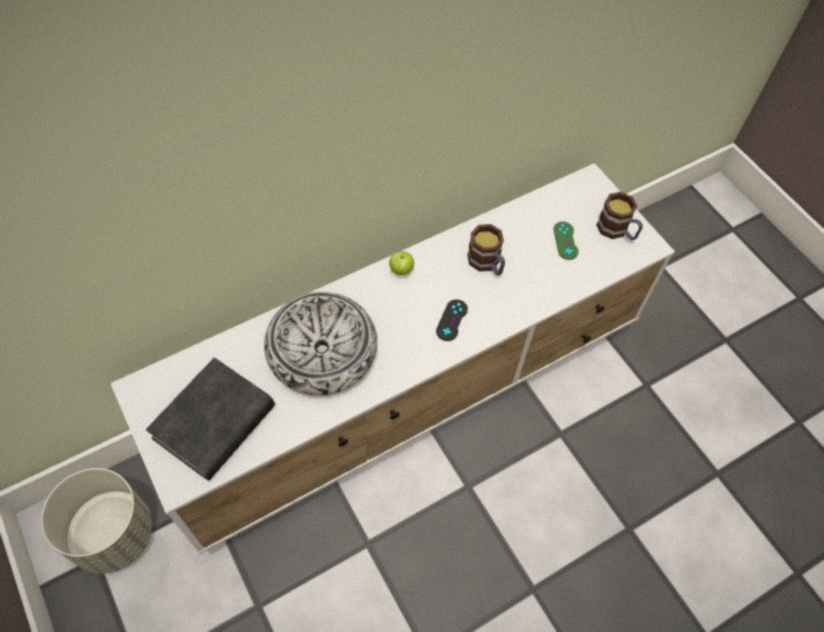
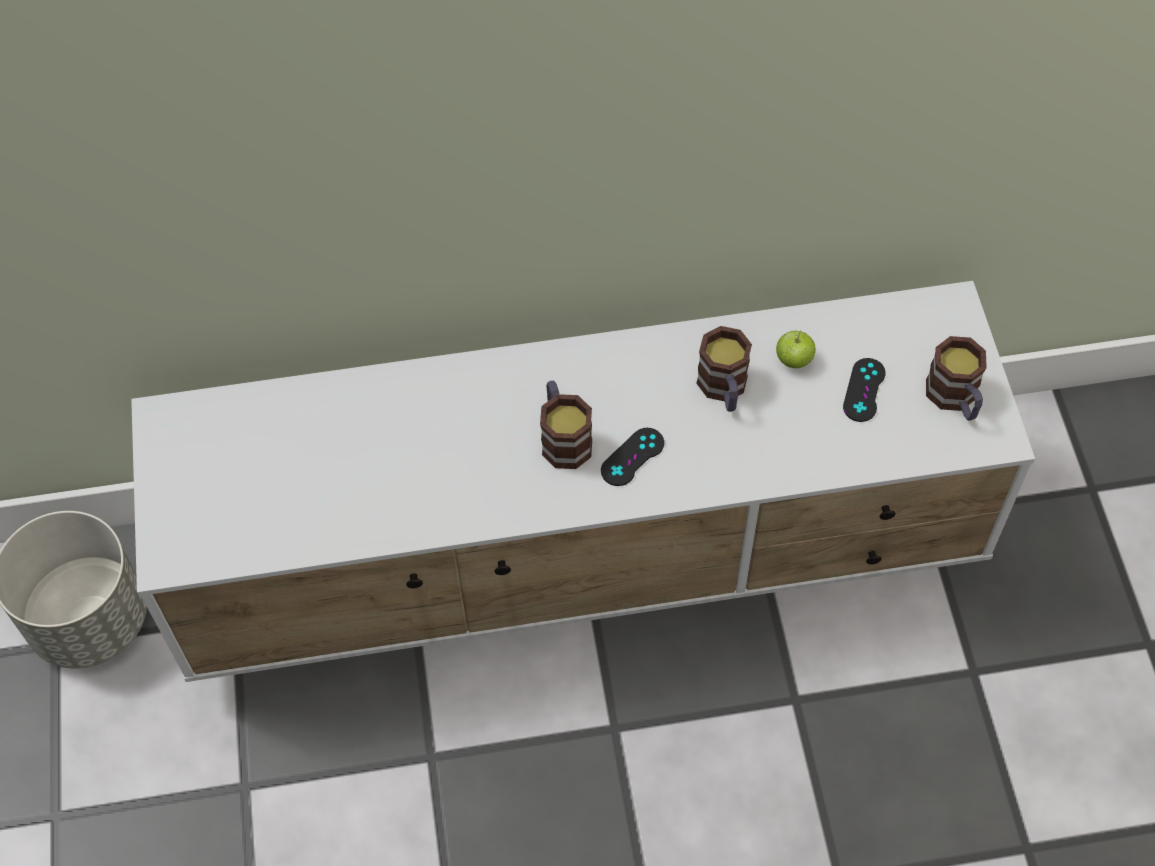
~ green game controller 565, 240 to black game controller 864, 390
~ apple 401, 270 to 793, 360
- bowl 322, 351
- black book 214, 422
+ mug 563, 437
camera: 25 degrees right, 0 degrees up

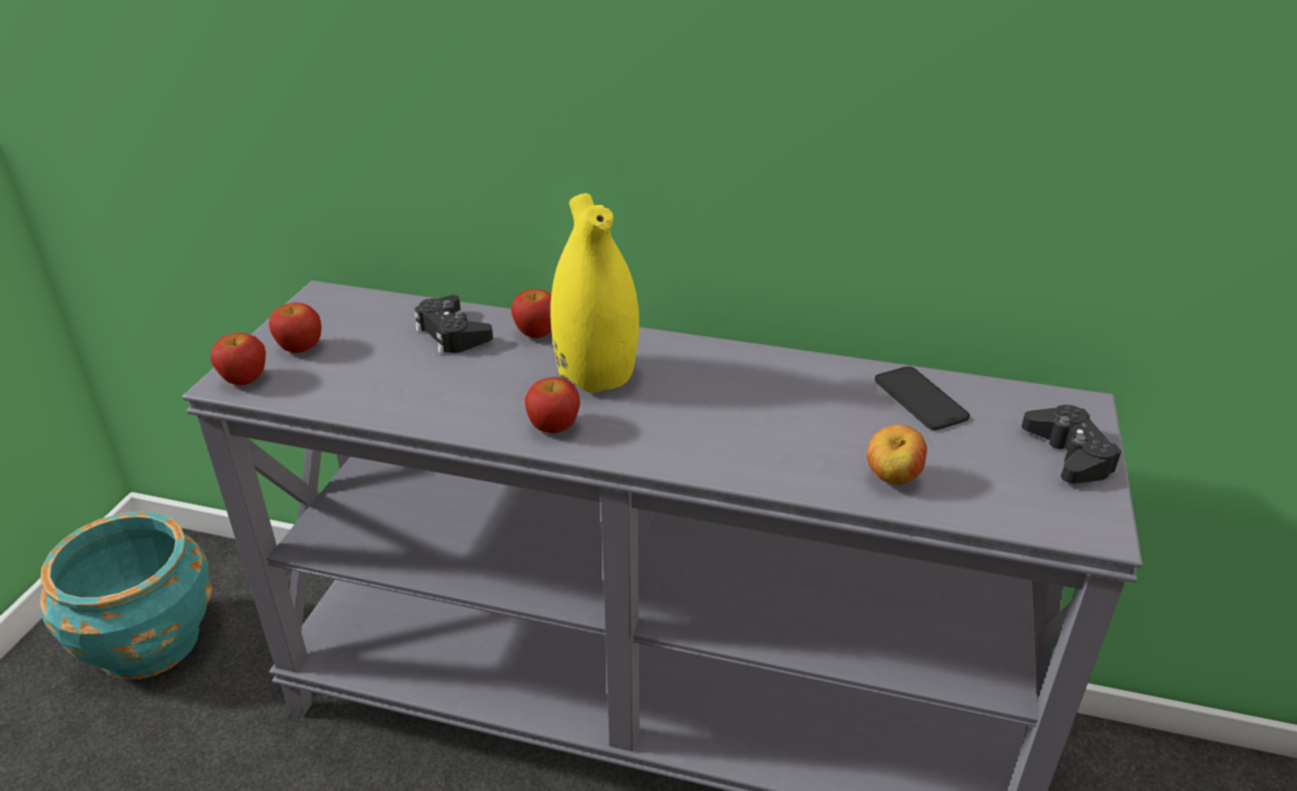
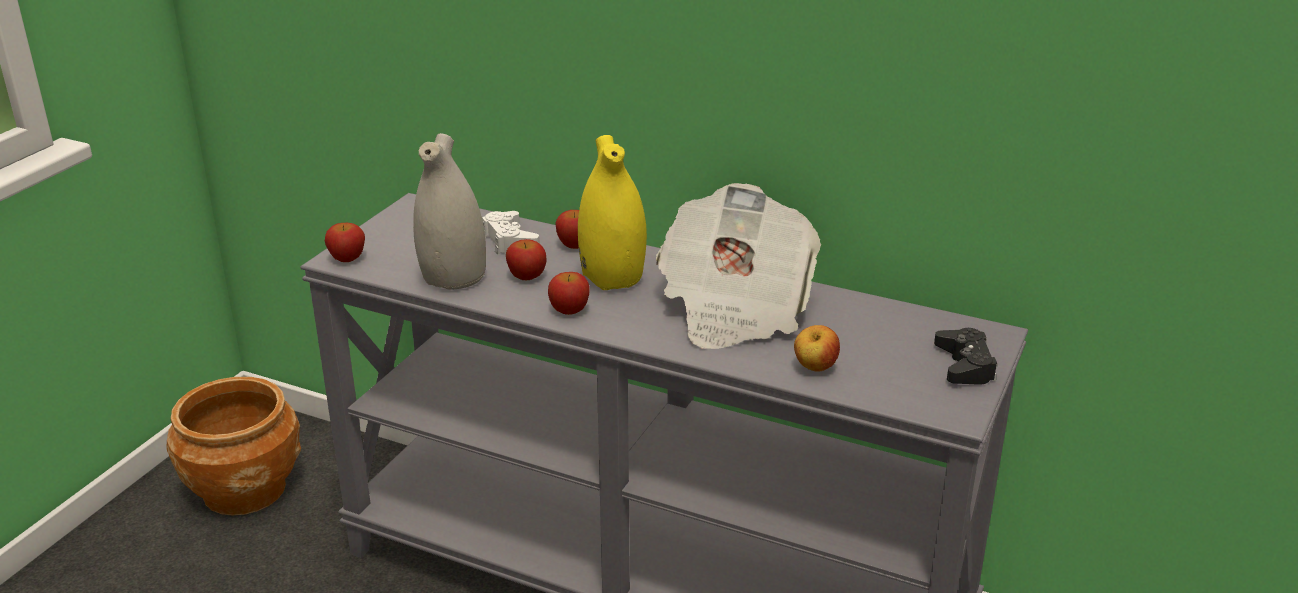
~ black game controller 452, 333 to white game controller 509, 240
~ apple 300, 348 to 527, 277
- phone 920, 399
~ turquoise planter 149, 641 to brown planter 245, 489
+ white vase 453, 278
+ newspaper 734, 307
camera: 10 degrees right, 5 degrees down

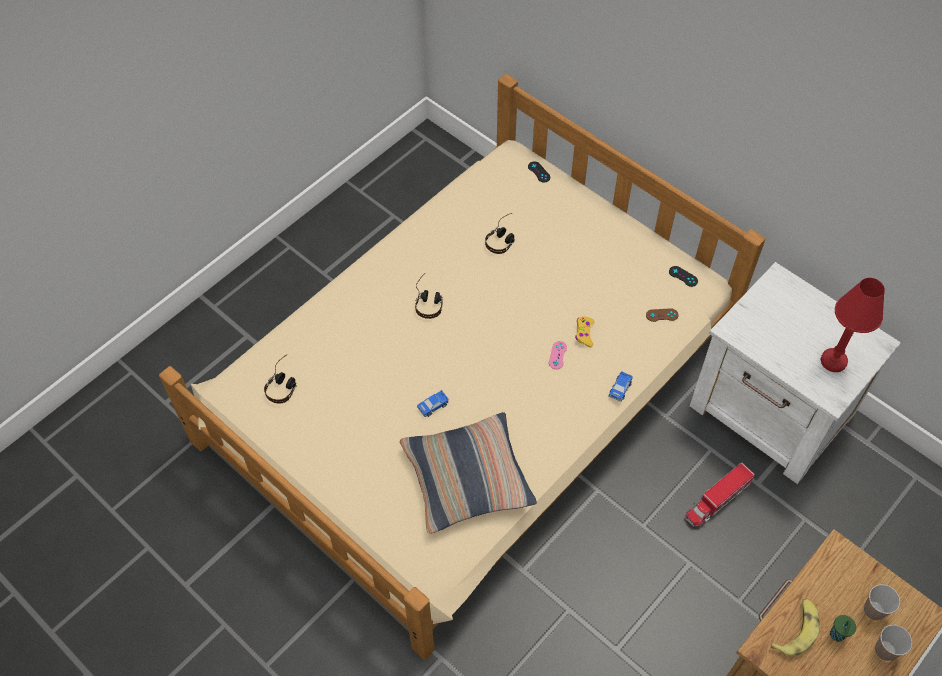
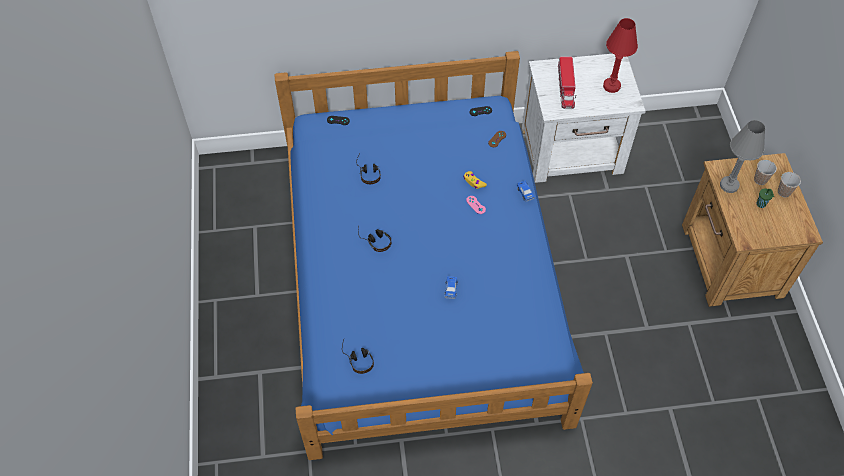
~ beige bed 469, 388 to blue bed 420, 277
- pillow 467, 478
~ toy truck 717, 500 to 565, 88
- banana 796, 630
+ grey table lamp 729, 185
camera: 50 degrees left, 0 degrees up

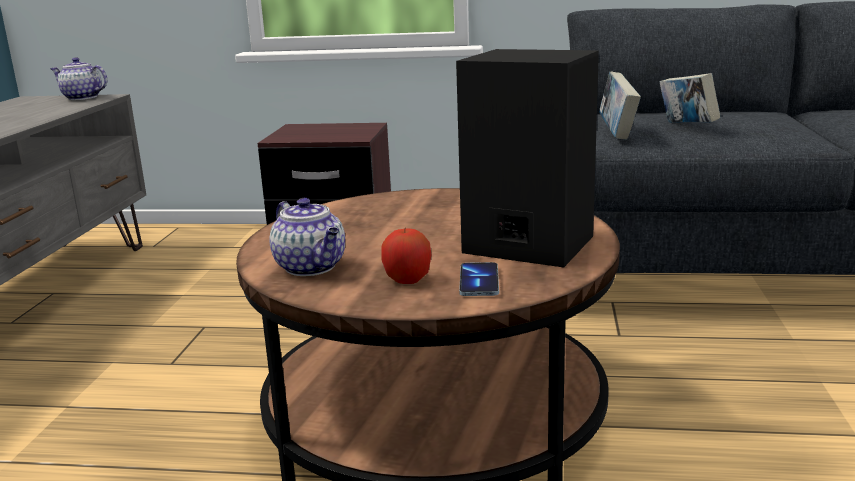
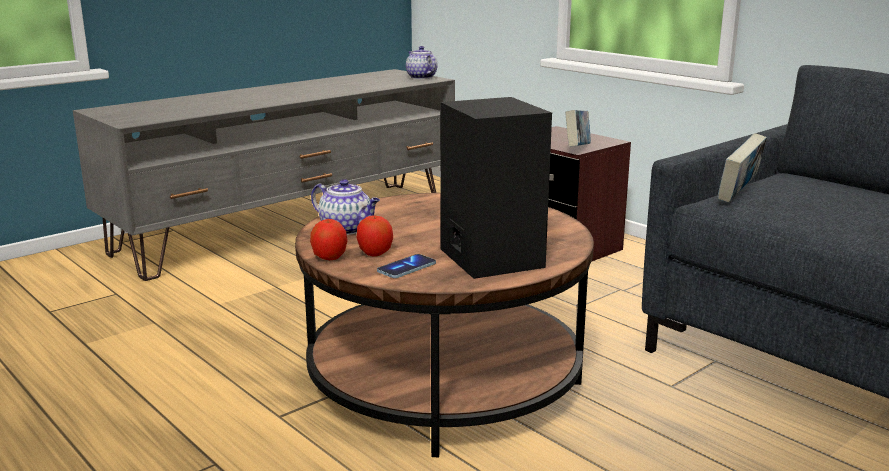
~ book 687, 127 to 577, 149
~ teapot 312, 267 = 347, 229 60 degrees counterclockwise
+ apple 329, 257
camera: 40 degrees right, 0 degrees up

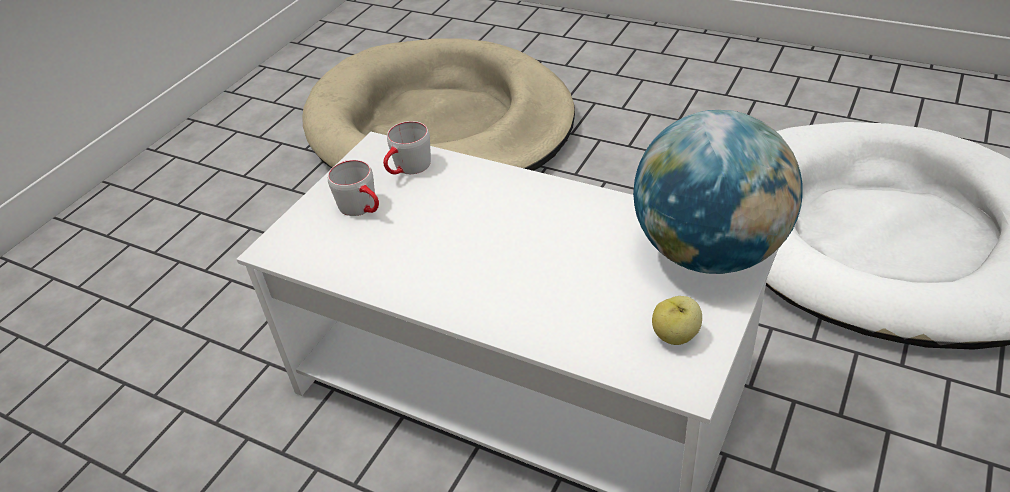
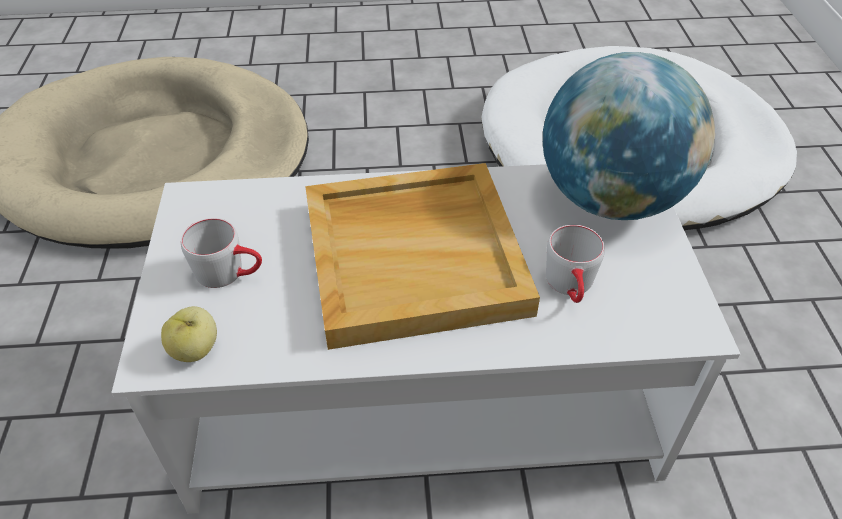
~ grey mug 408, 169 to 571, 287
~ apple 675, 336 to 195, 350
+ beige tray 415, 255
camera: 35 degrees left, 5 degrees up

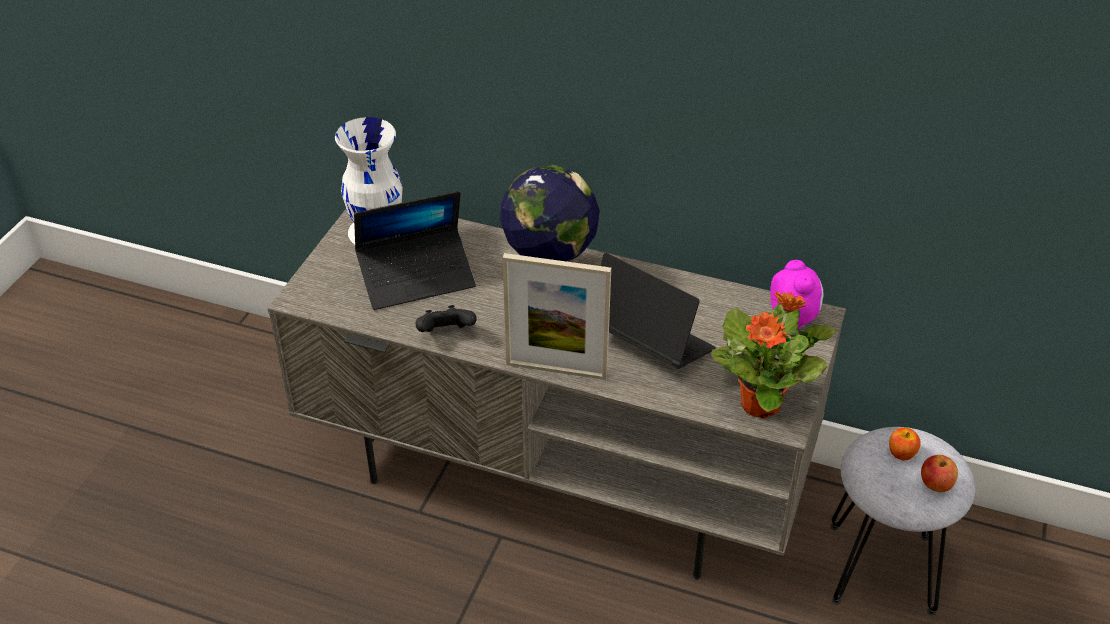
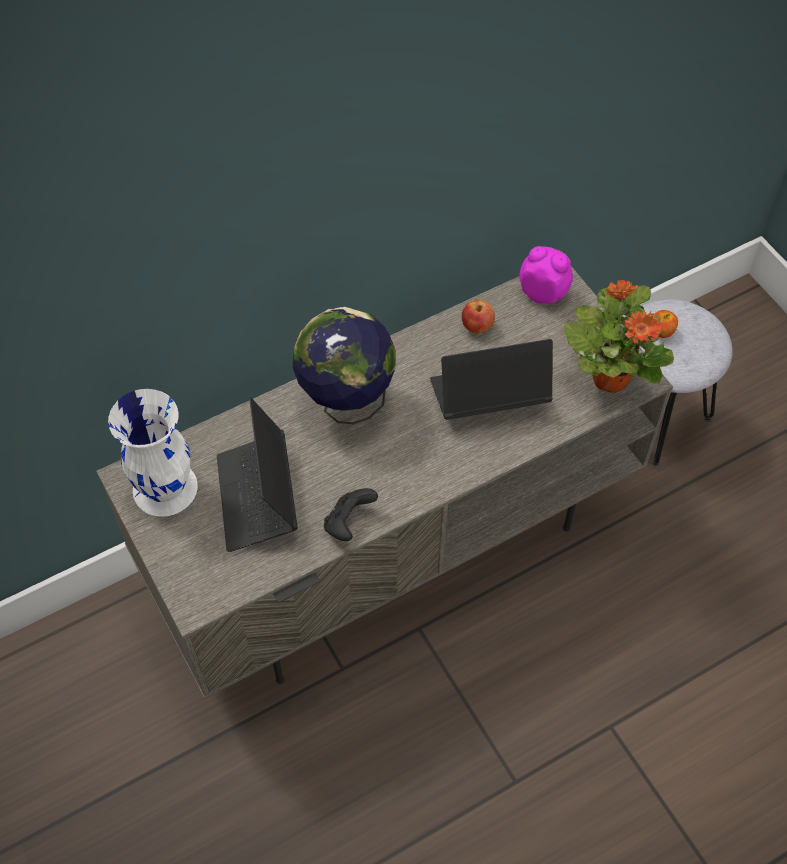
~ laptop 417, 277 = 257, 498 150 degrees clockwise
- picture frame 556, 370
~ apple 935, 485 to 477, 327
camera: 50 degrees left, 15 degrees up

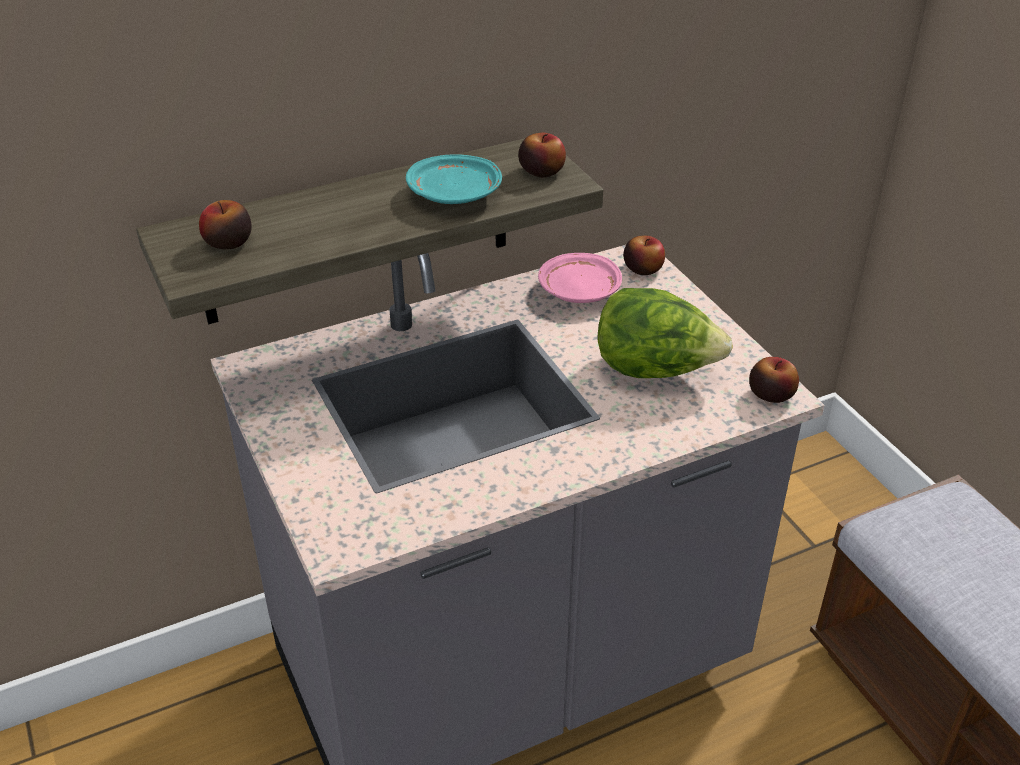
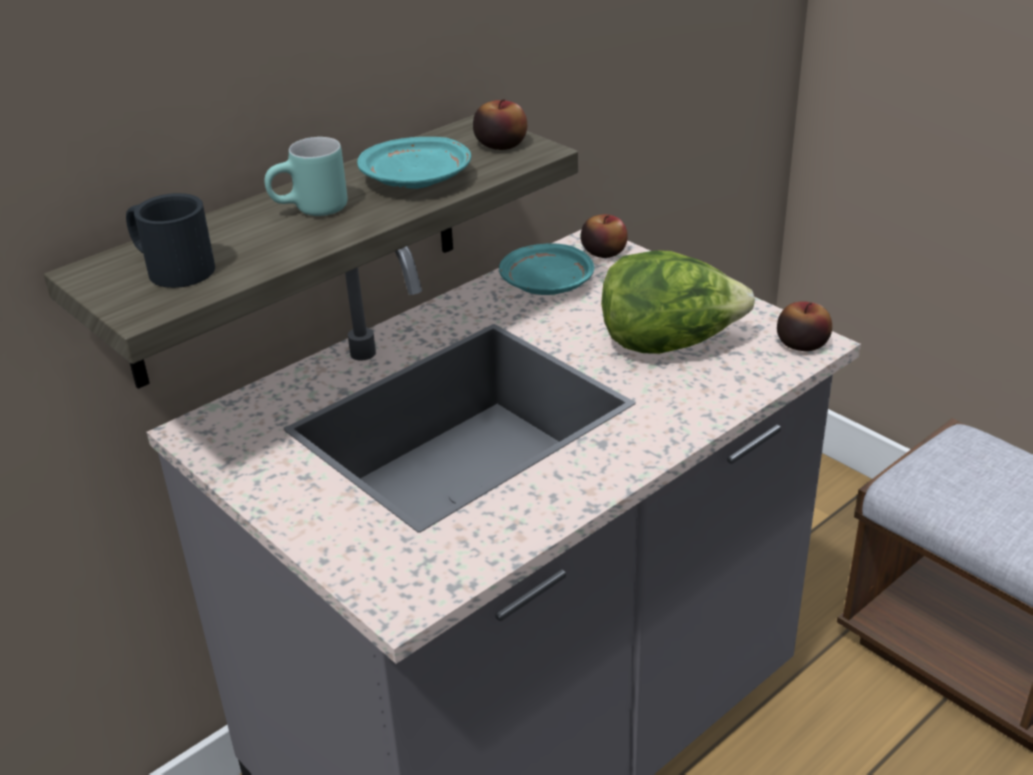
~ apple 228, 242 to black mug 171, 268
~ pink plate 579, 291 to turquoise plate 546, 285
+ turquoise mug 311, 211
camera: 15 degrees left, 5 degrees down

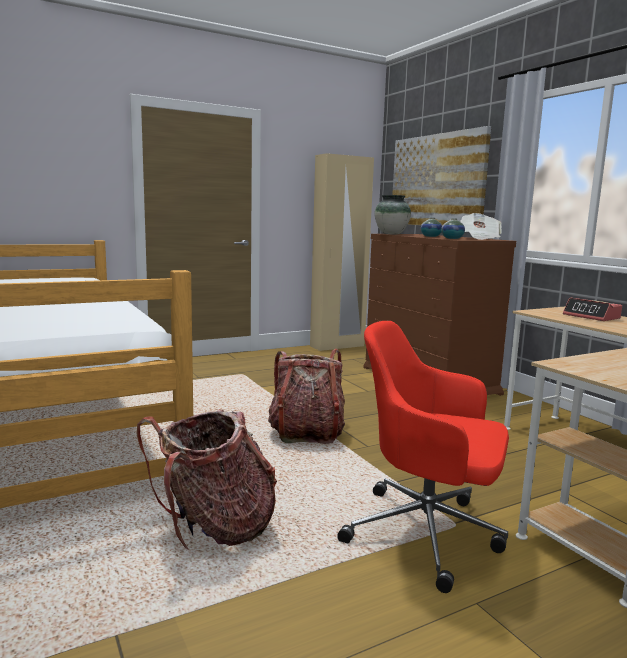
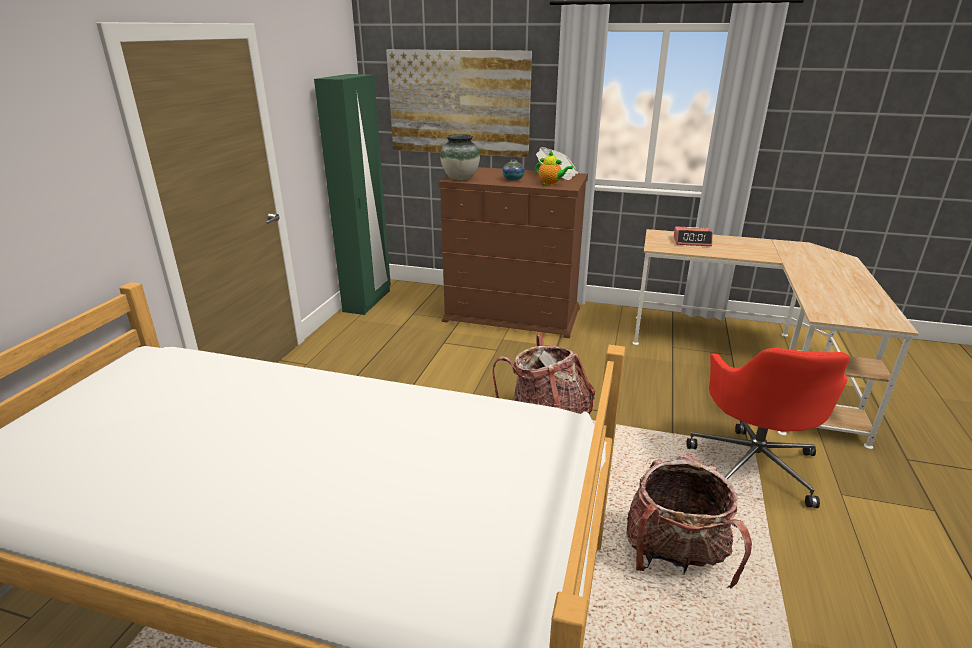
~ beige wardrobe 337, 346 to green wardrobe 368, 301
~ vase 452, 238 to teapot 551, 183
~ red office chair 427, 534 = 754, 464 60 degrees counterclockwise
camera: 45 degrees left, 15 degrees up

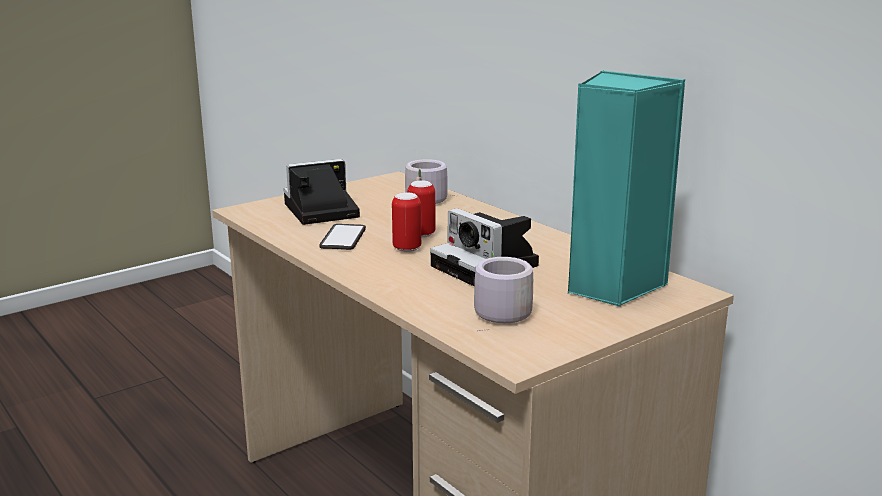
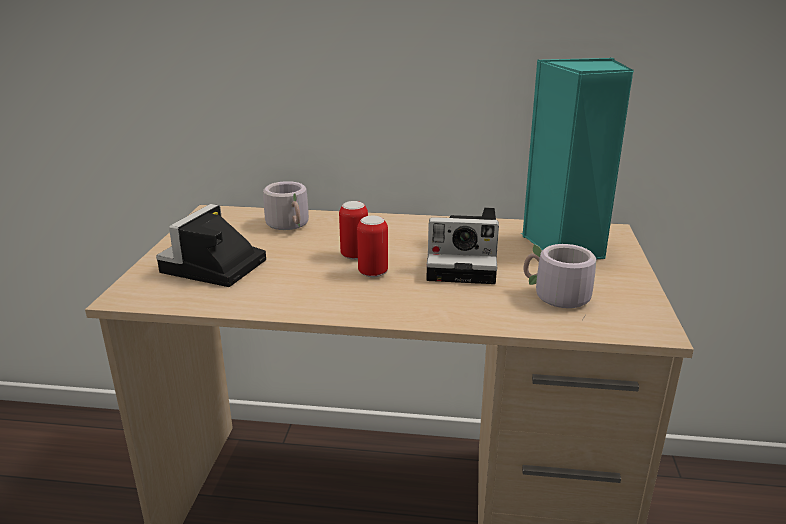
- phone 343, 238
camera: 45 degrees left, 5 degrees up

